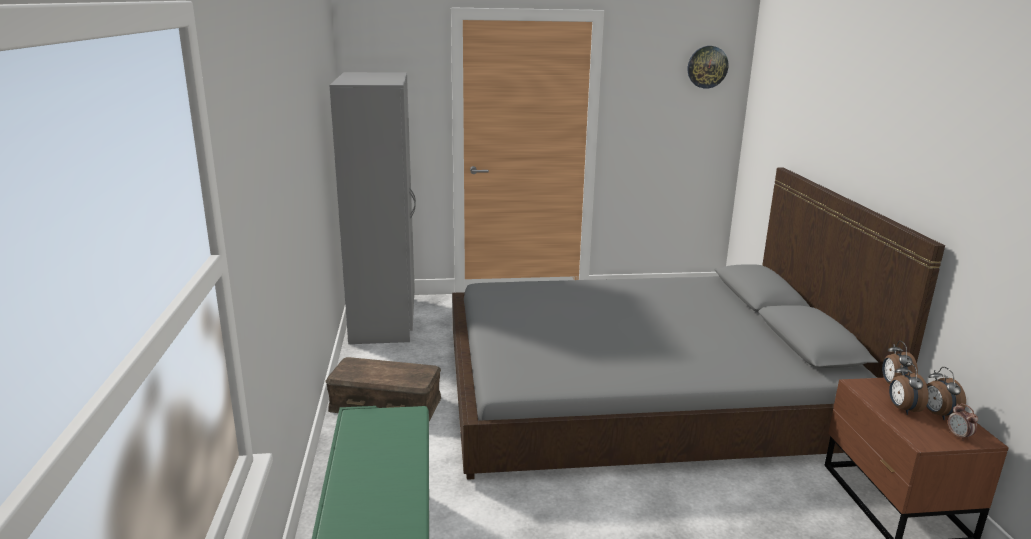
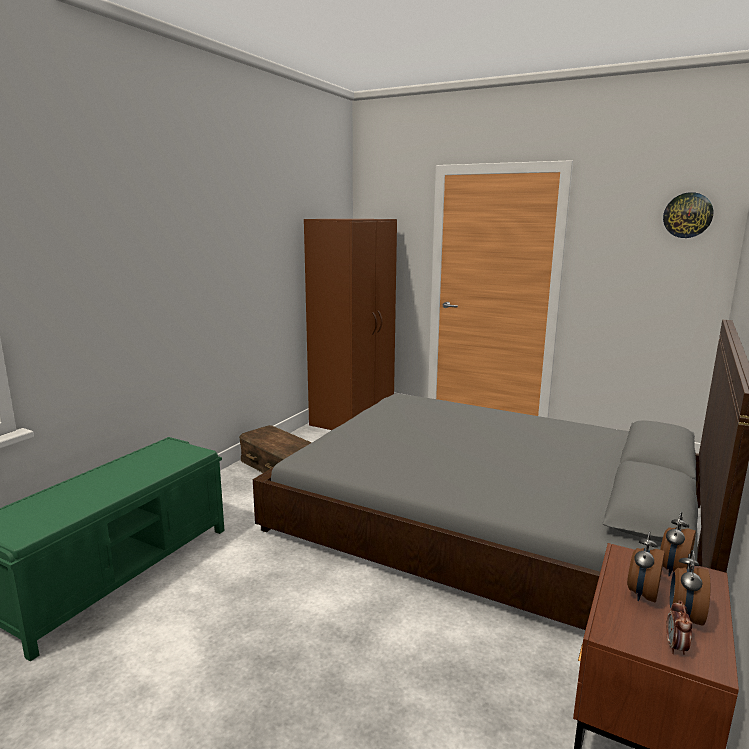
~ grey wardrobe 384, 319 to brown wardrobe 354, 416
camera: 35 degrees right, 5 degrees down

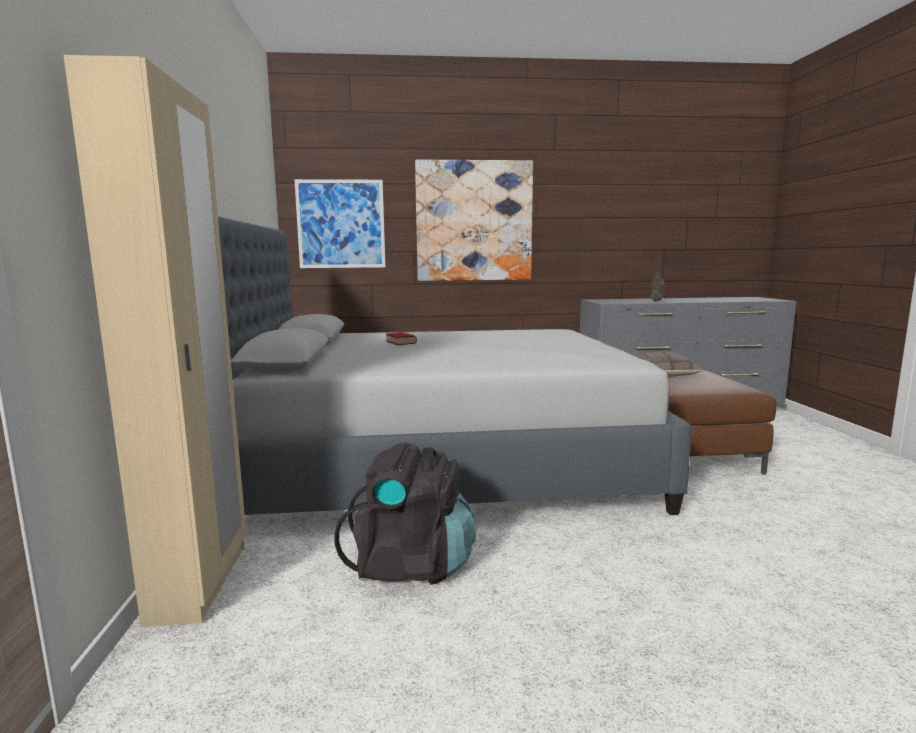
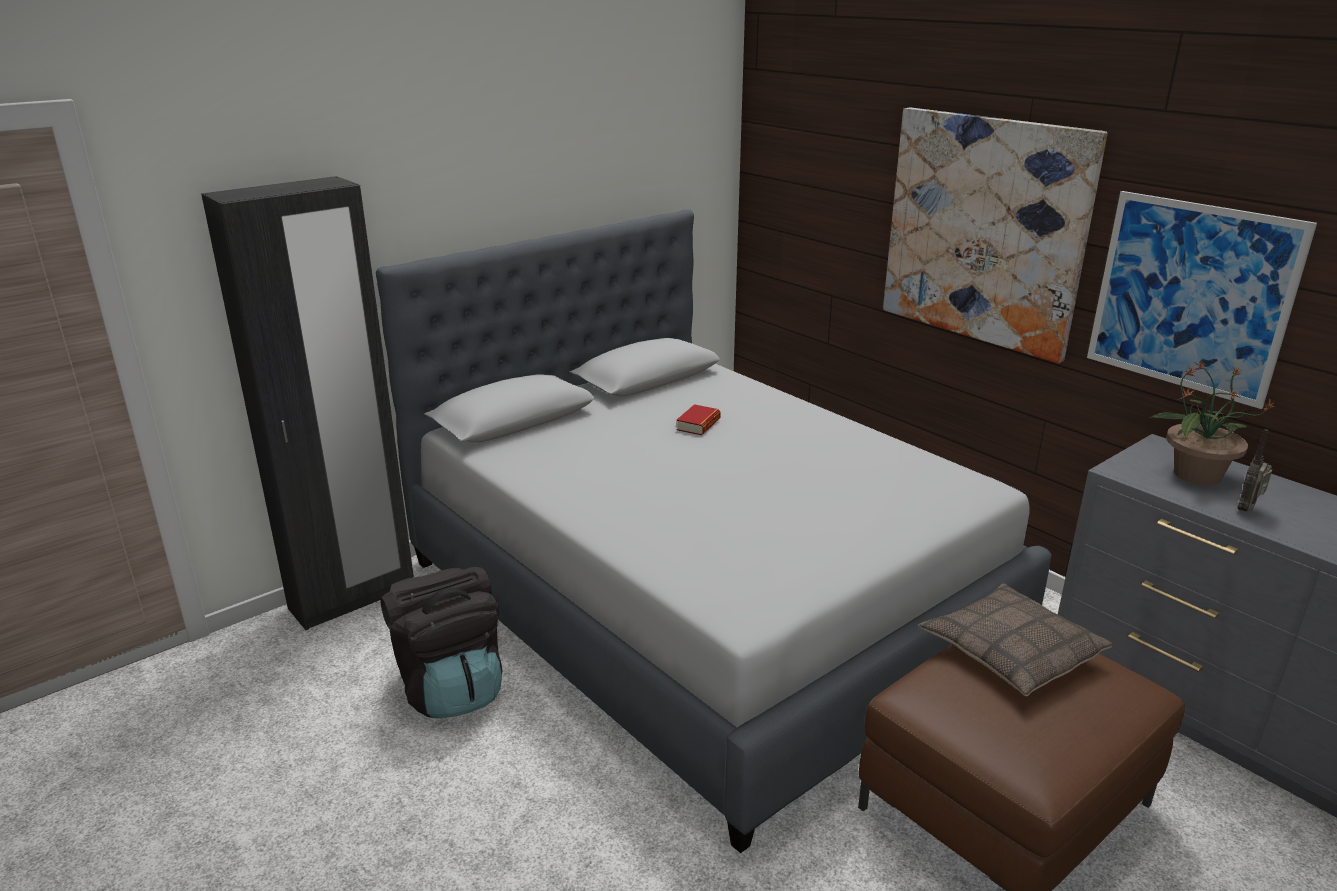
~ beige wardrobe 201, 582 to black wardrobe 353, 598
~ picture 341, 224 to 1191, 296
+ potted plant 1195, 475
camera: 55 degrees right, 15 degrees up

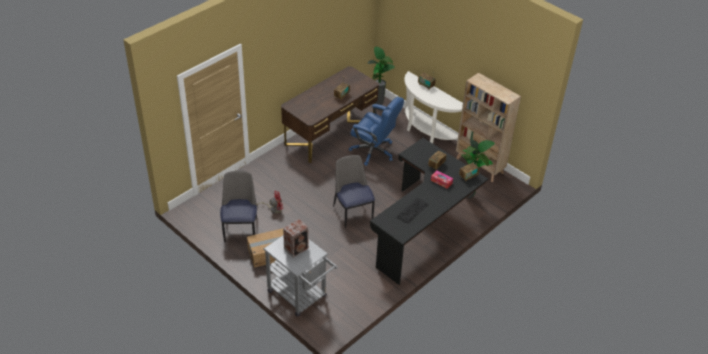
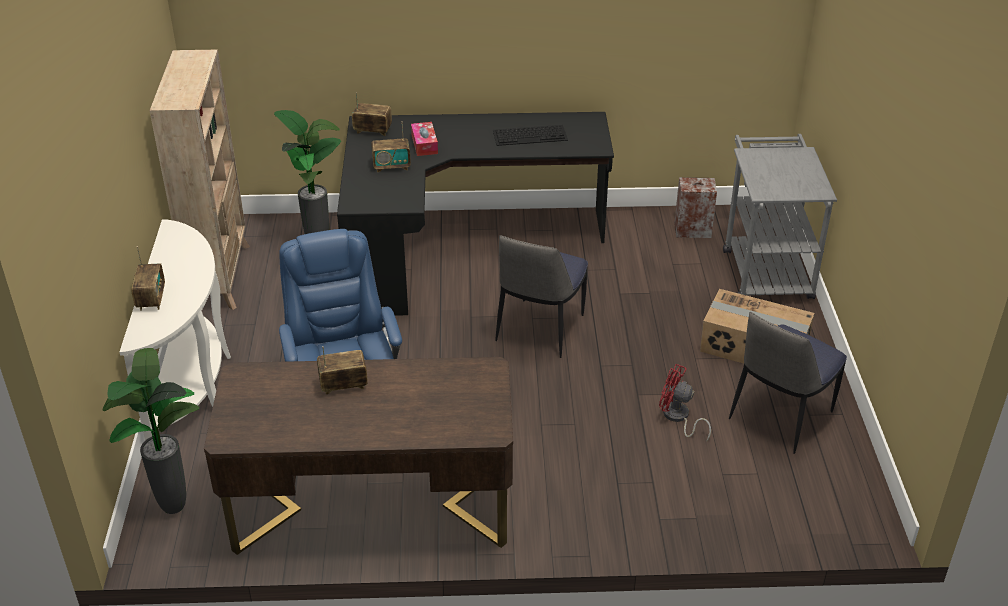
~ speaker 297, 248 to 691, 229
camera: 135 degrees left, 5 degrees down

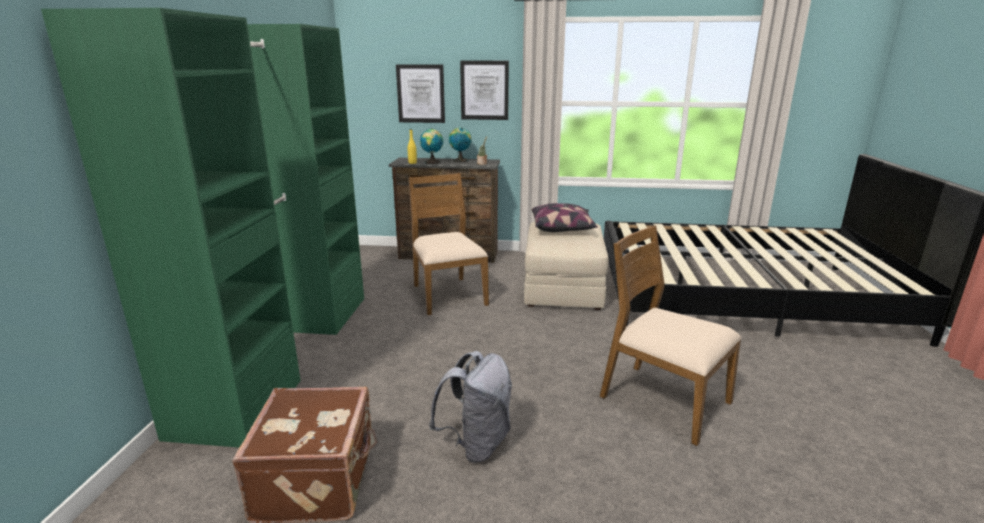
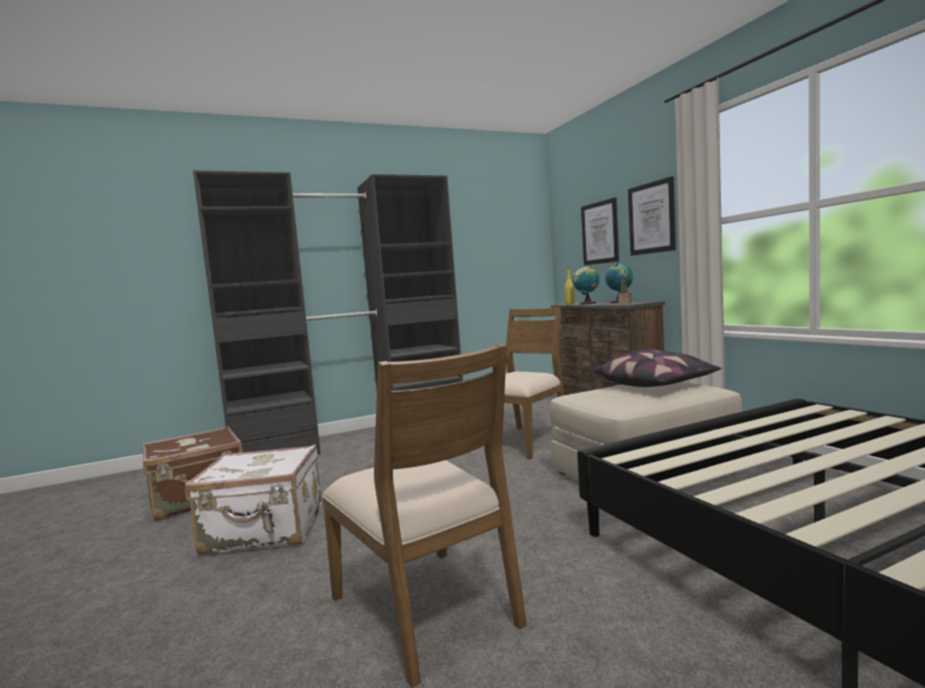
~ green wardrobe 285, 353 to black wardrobe 353, 438
~ brown chair 663, 400 = 427, 609 135 degrees clockwise
~ grey backpack 476, 444 to white suitcase 265, 531
camera: 60 degrees right, 15 degrees down

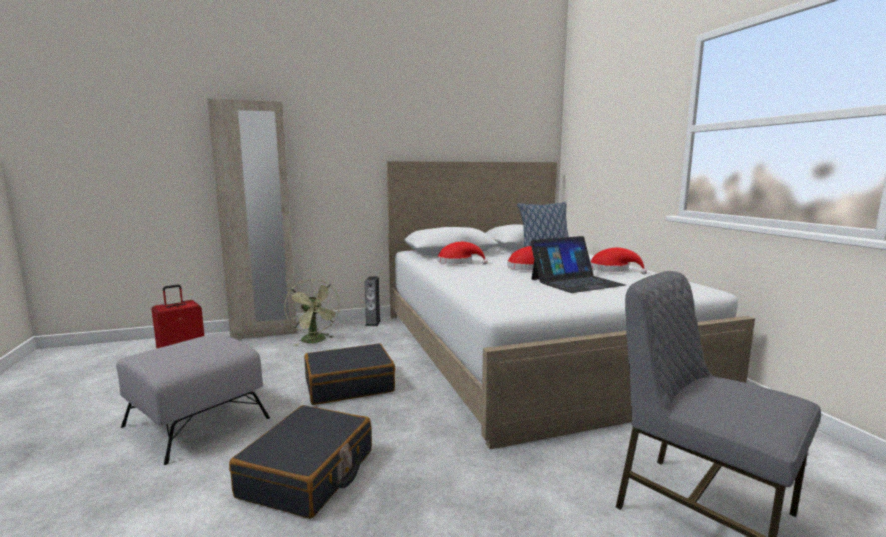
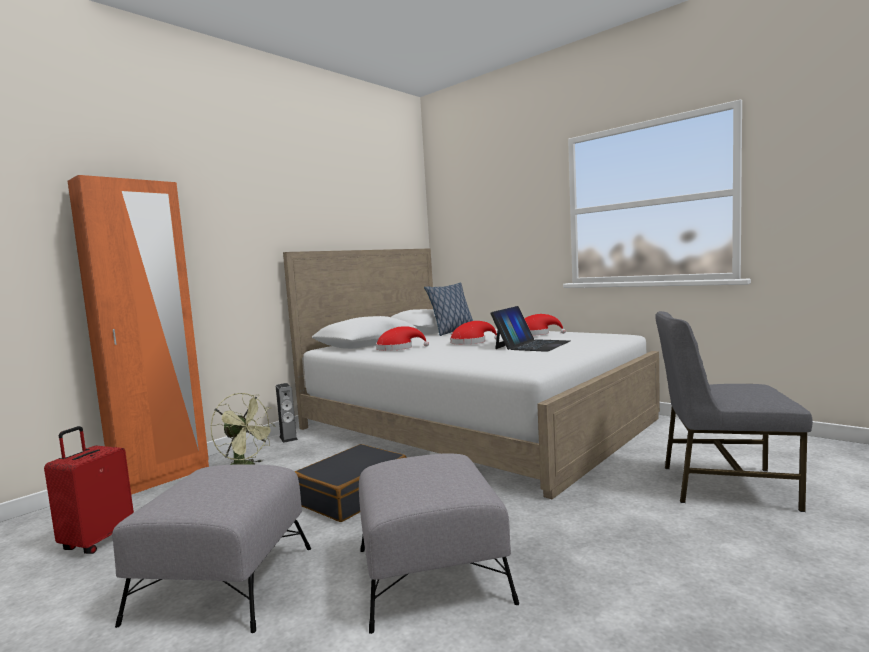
~ beige wardrobe 265, 333 to orange wardrobe 162, 478
~ black suitcase 308, 474 to grey ottoman 432, 573
camera: 30 degrees left, 5 degrees down

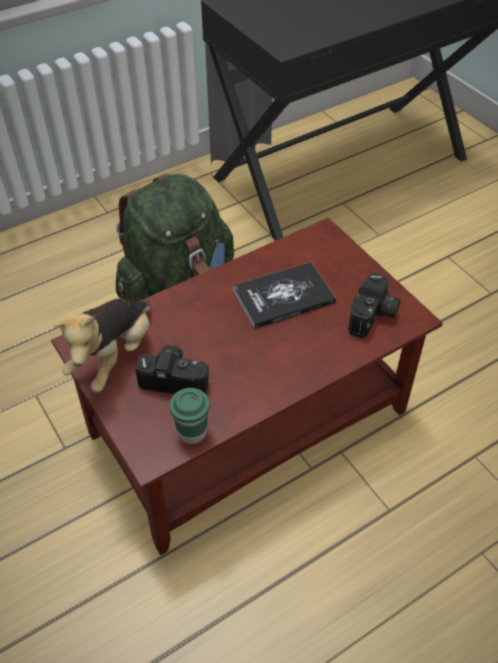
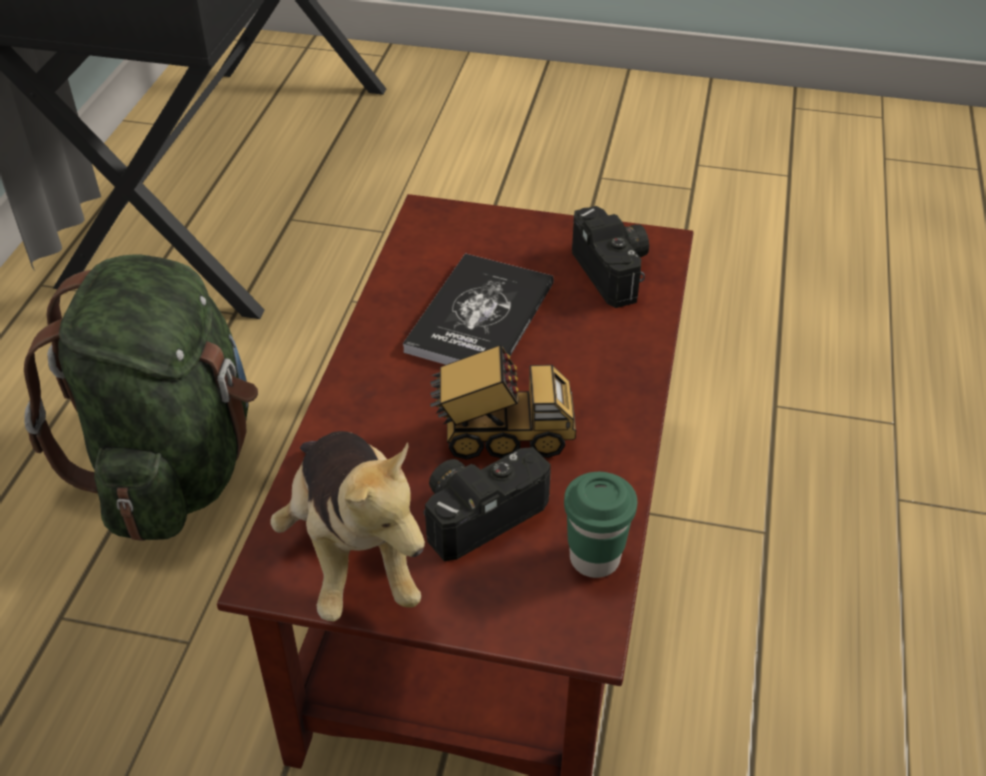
+ toy truck 502, 436
camera: 45 degrees left, 5 degrees down

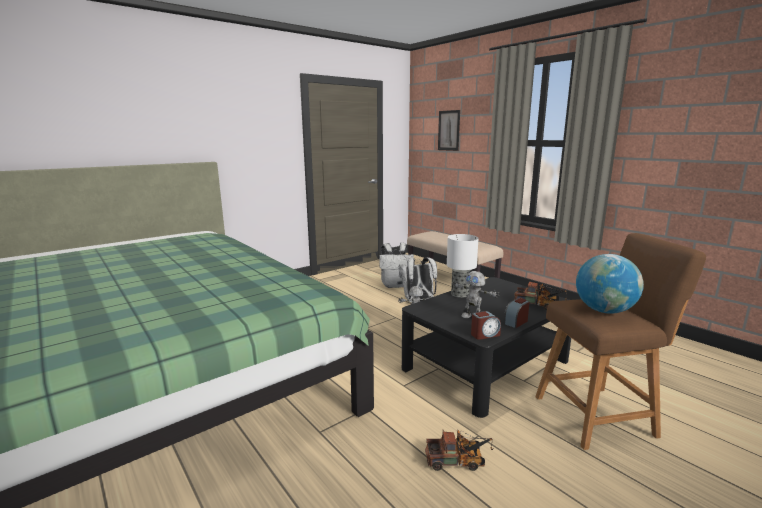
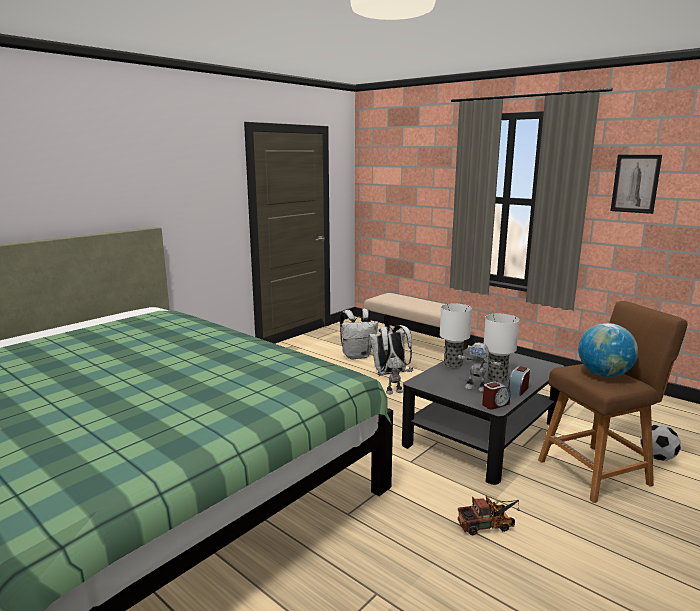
~ picture 449, 130 to 635, 183
- toy truck 539, 305
+ table lamp 497, 379
+ football 657, 457
camera: 10 degrees left, 0 degrees up

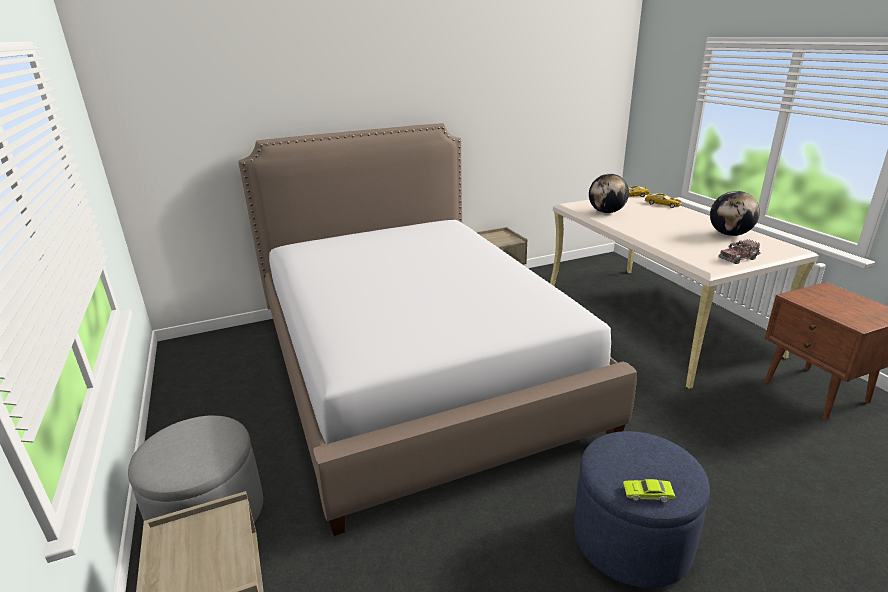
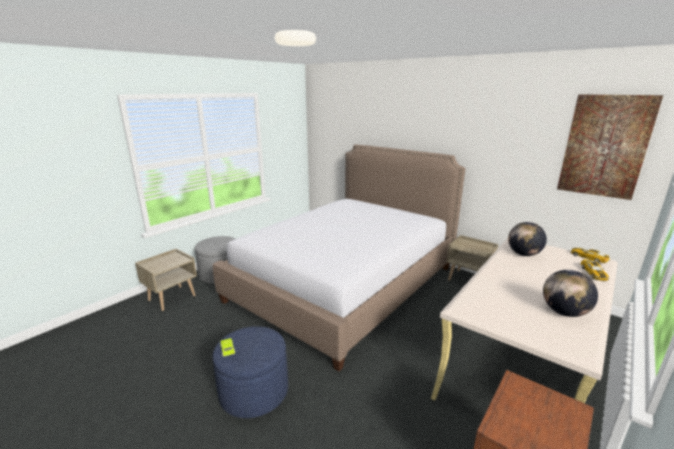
- toy truck 738, 258
+ picture 605, 146
camera: 60 degrees right, 5 degrees down

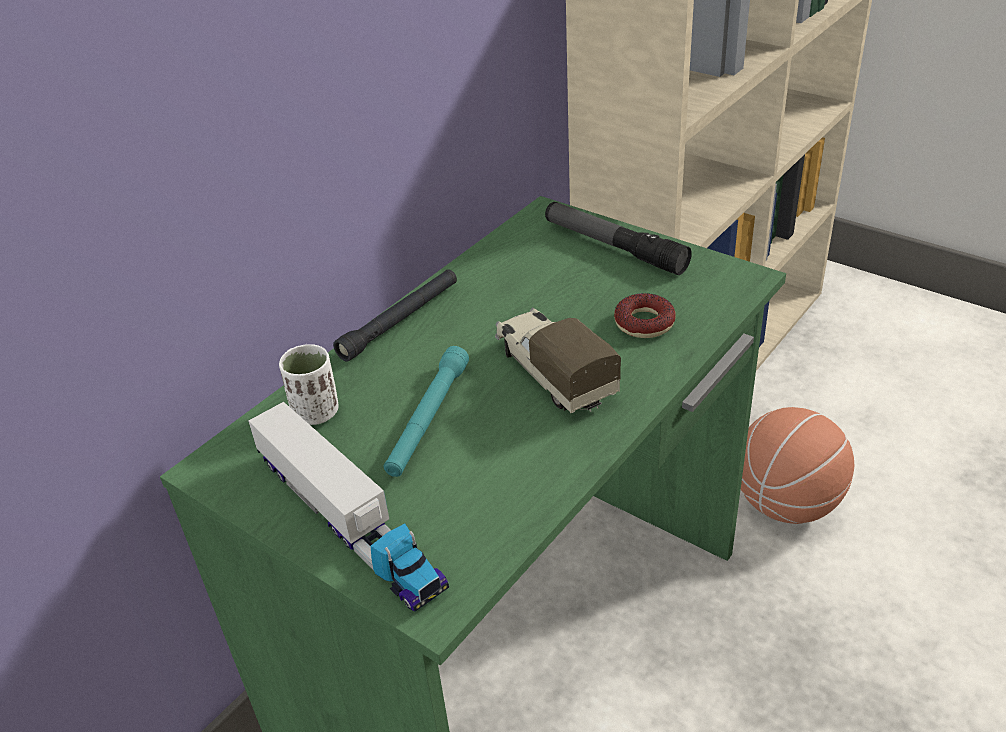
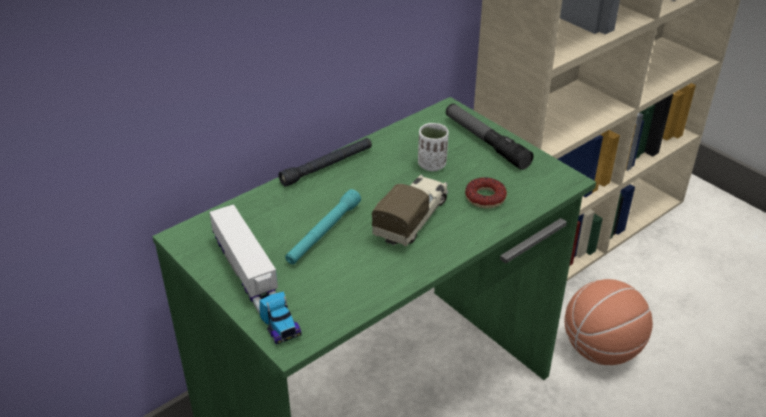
~ toy truck 552, 373 = 412, 219 45 degrees clockwise
~ white cup 316, 413 to 432, 165
camera: 10 degrees right, 0 degrees up

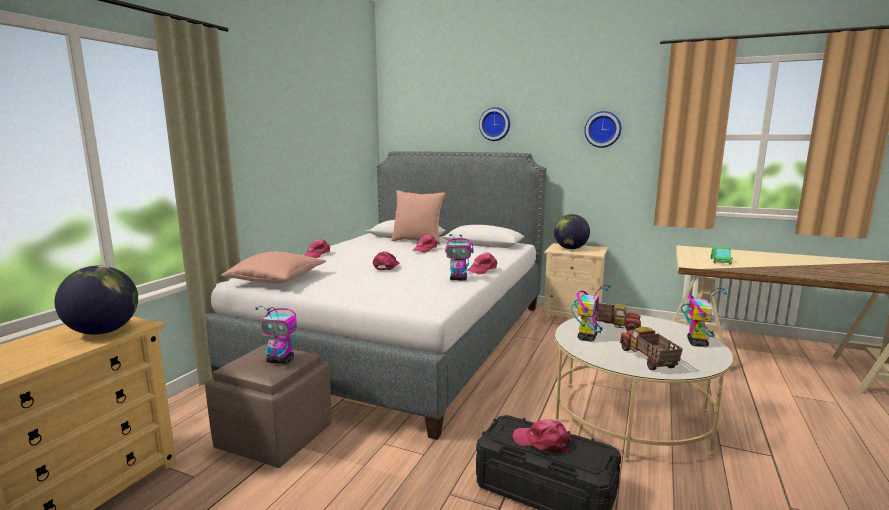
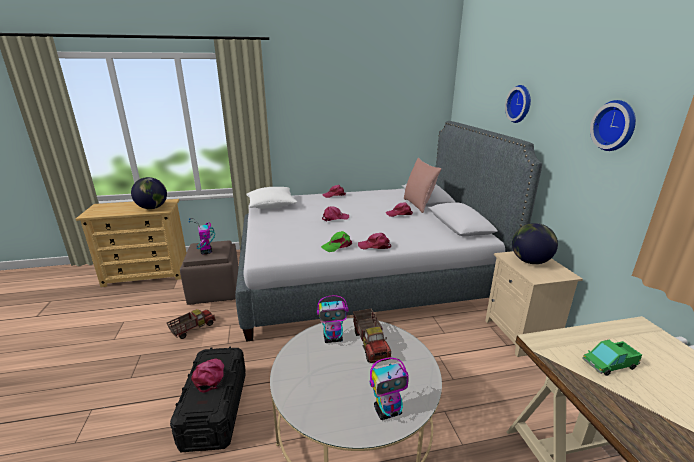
~ toy robot 459, 279 to green cap 337, 246
~ pink pillow 277, 279 to white pillow 271, 205
~ toy truck 647, 359 to 192, 329
camera: 55 degrees right, 10 degrees up

